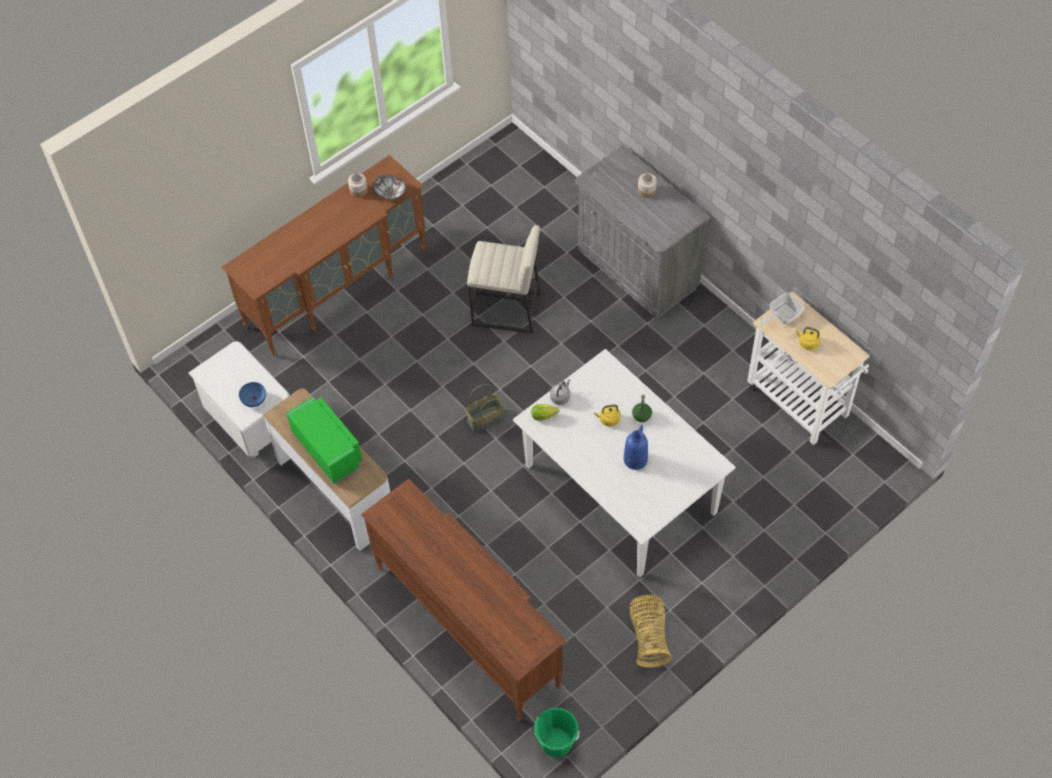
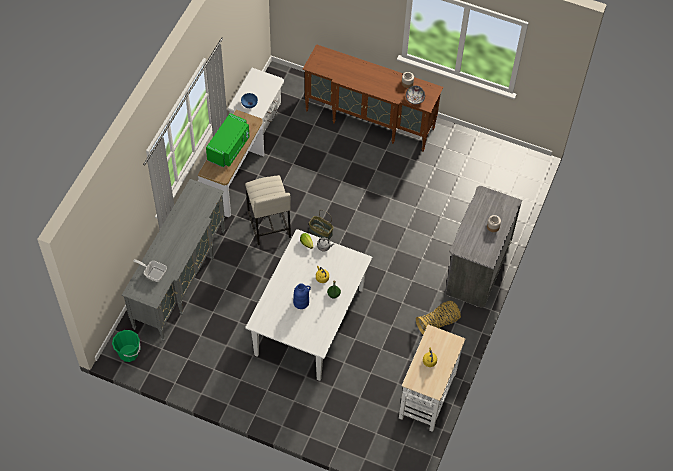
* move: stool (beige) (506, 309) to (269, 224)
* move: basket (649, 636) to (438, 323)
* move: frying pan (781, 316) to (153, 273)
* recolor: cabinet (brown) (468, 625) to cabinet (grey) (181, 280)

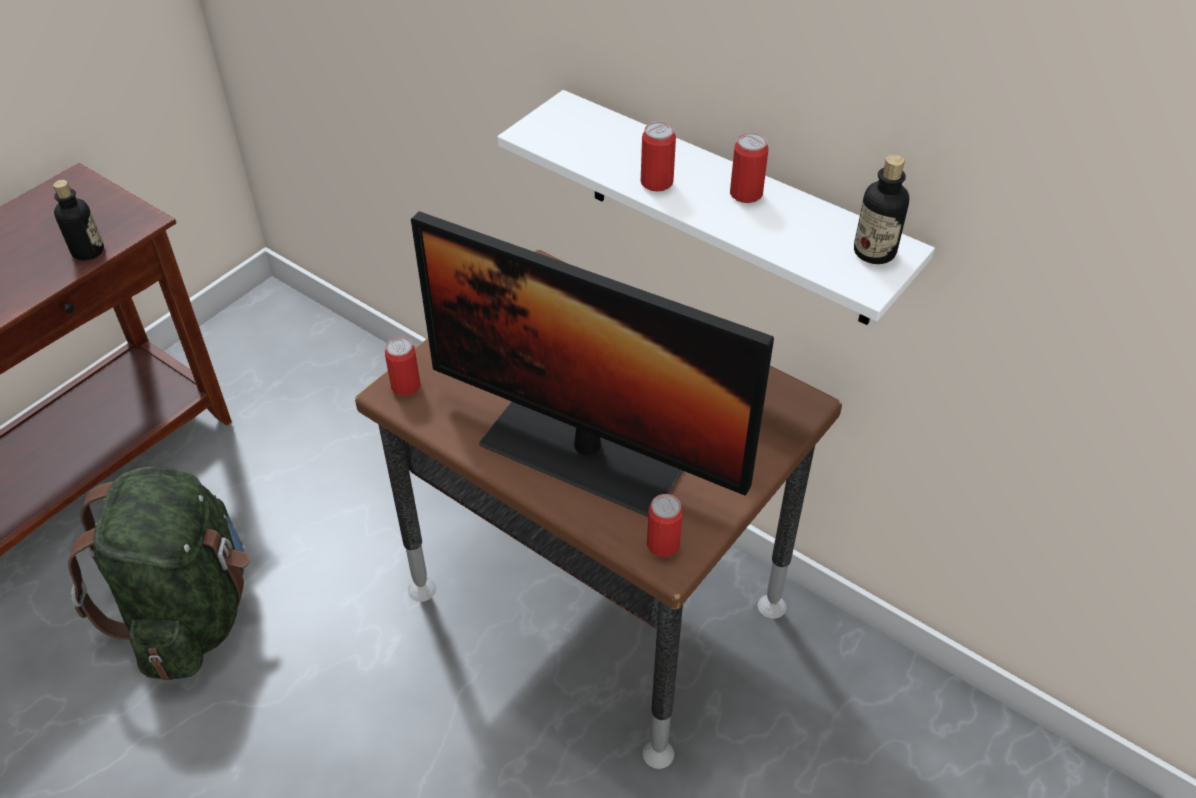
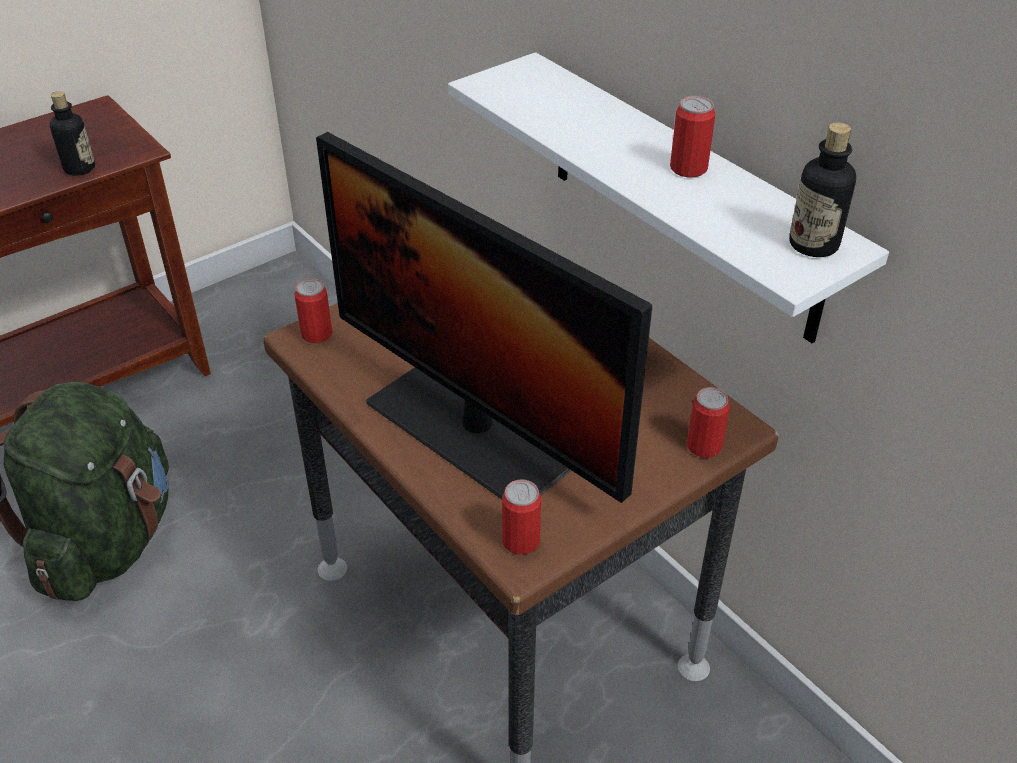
* move: can (656, 182) to (704, 446)

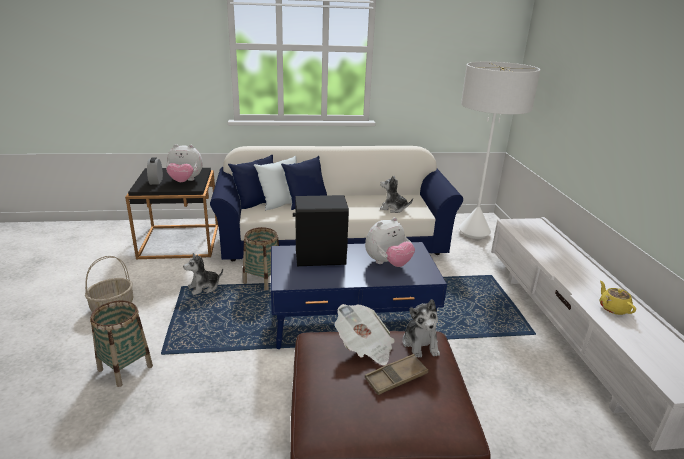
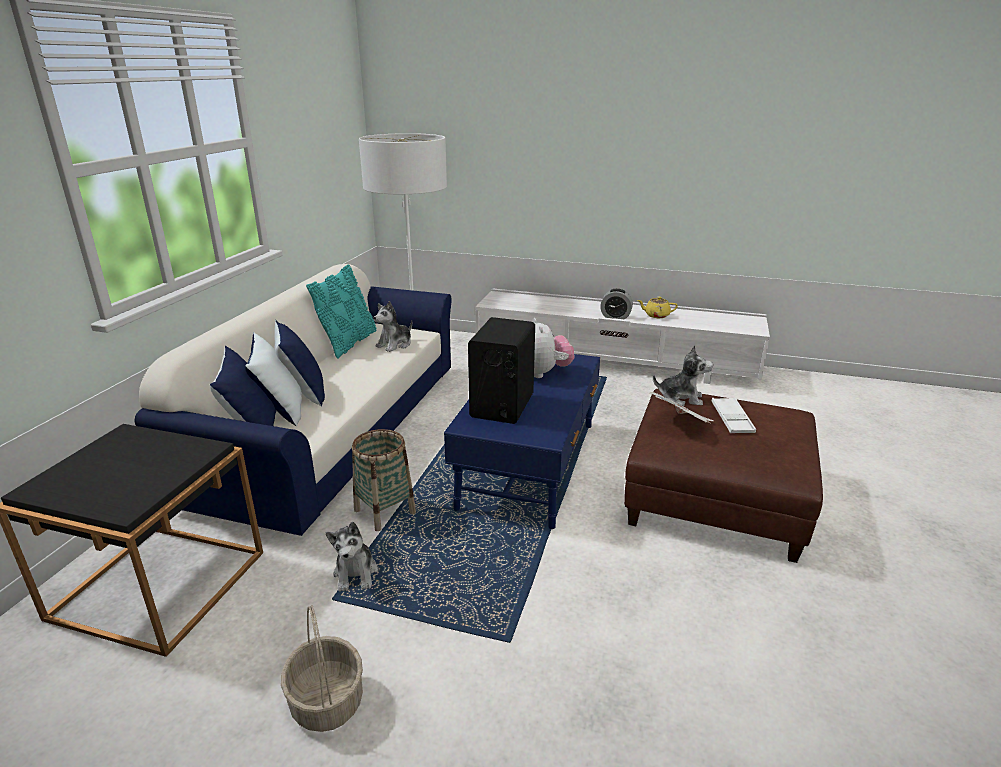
* delete: basket (125, 368)
* delete: plush toy (185, 181)
* insert: pillow (turquoise) (348, 343)
* move: alarm clock (156, 181) to (615, 316)
* recolor: tray (brown) (396, 378) to tray (white) (732, 419)

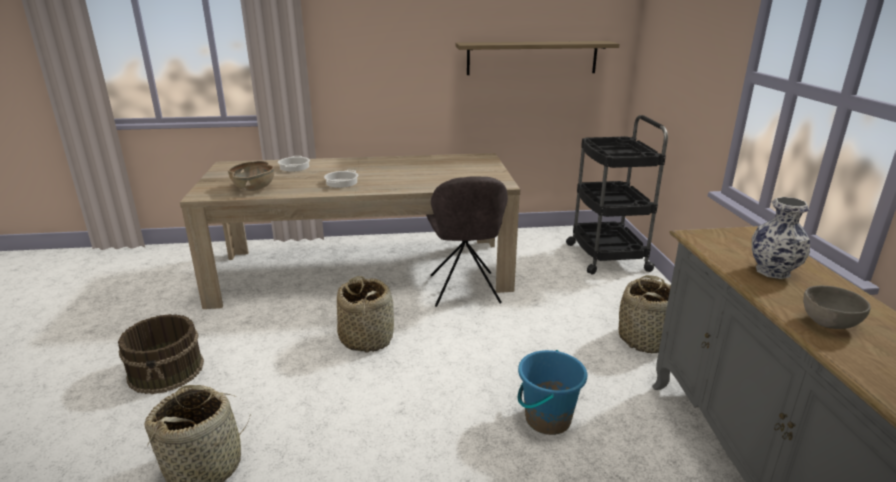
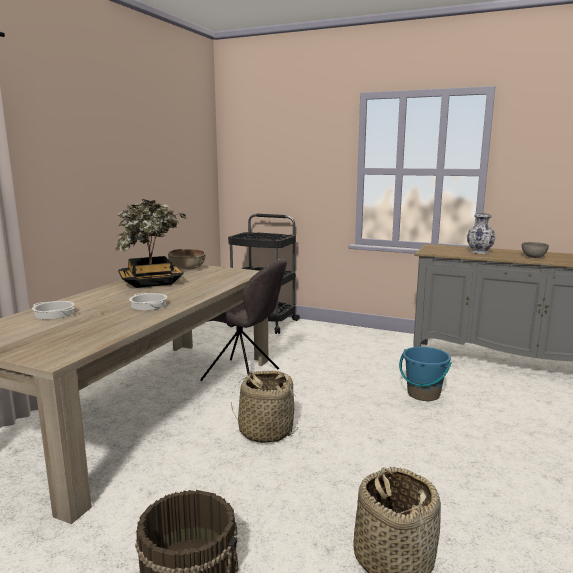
* delete: shelf (532, 58)
* delete: basket (645, 339)
* insert: potted plant (151, 282)
* move: bowl (brown) (254, 188) to (187, 268)

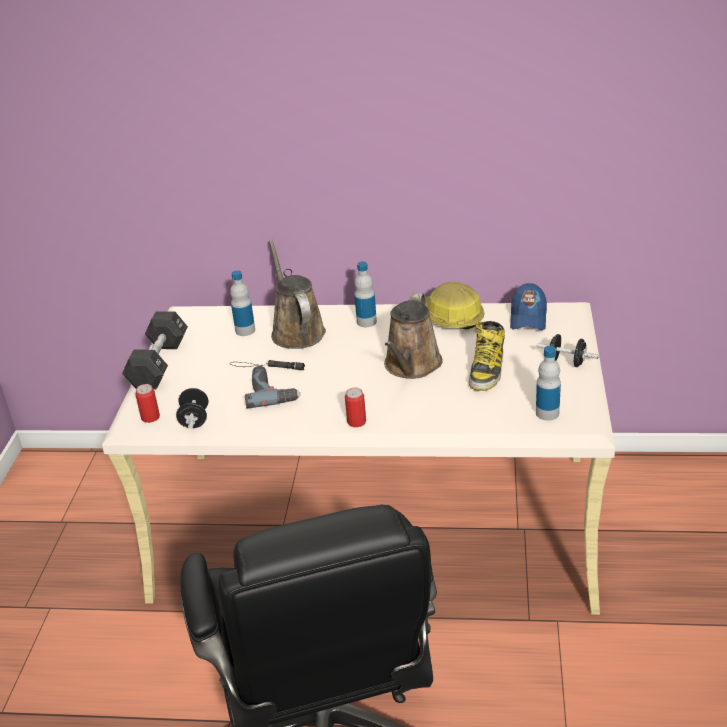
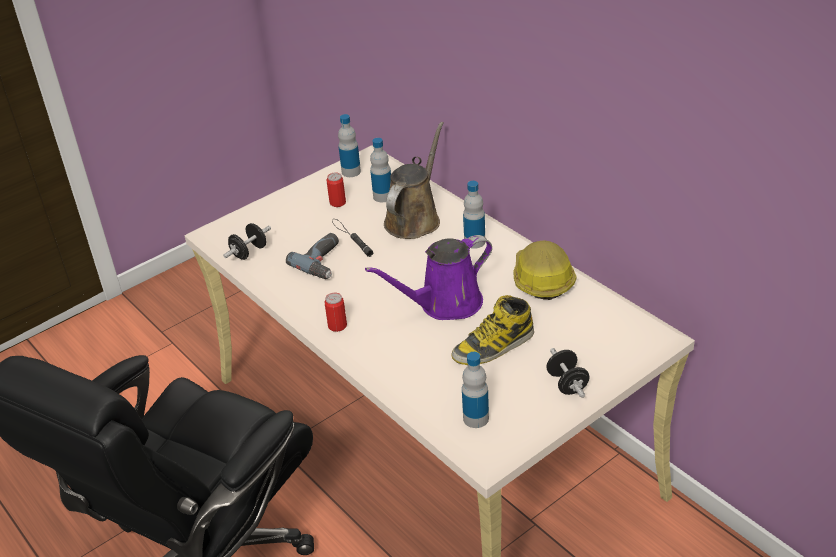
* delete: dumbbell (black) (159, 364)
* delete: cap (blue) (528, 318)
* insert: bottle (351, 172)
* move: can (150, 417) to (337, 203)
* recolor: watering can (brown) (411, 366) to watering can (purple) (445, 304)

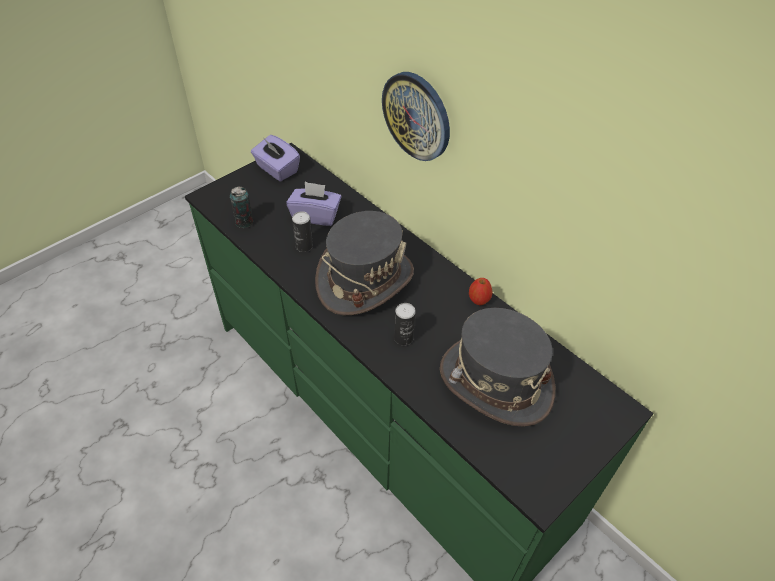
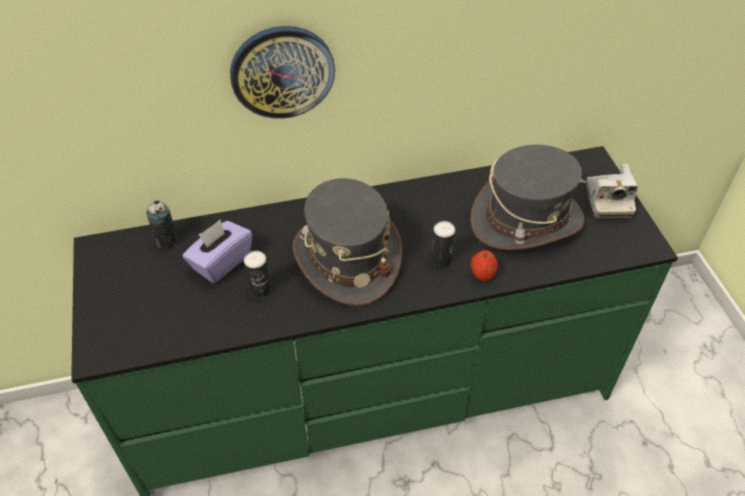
* delete: tissue box (purple) (277, 169)
* insert: photo camera (607, 201)
* move: can (244, 222) to (167, 241)
* move: apple (479, 300) to (482, 275)

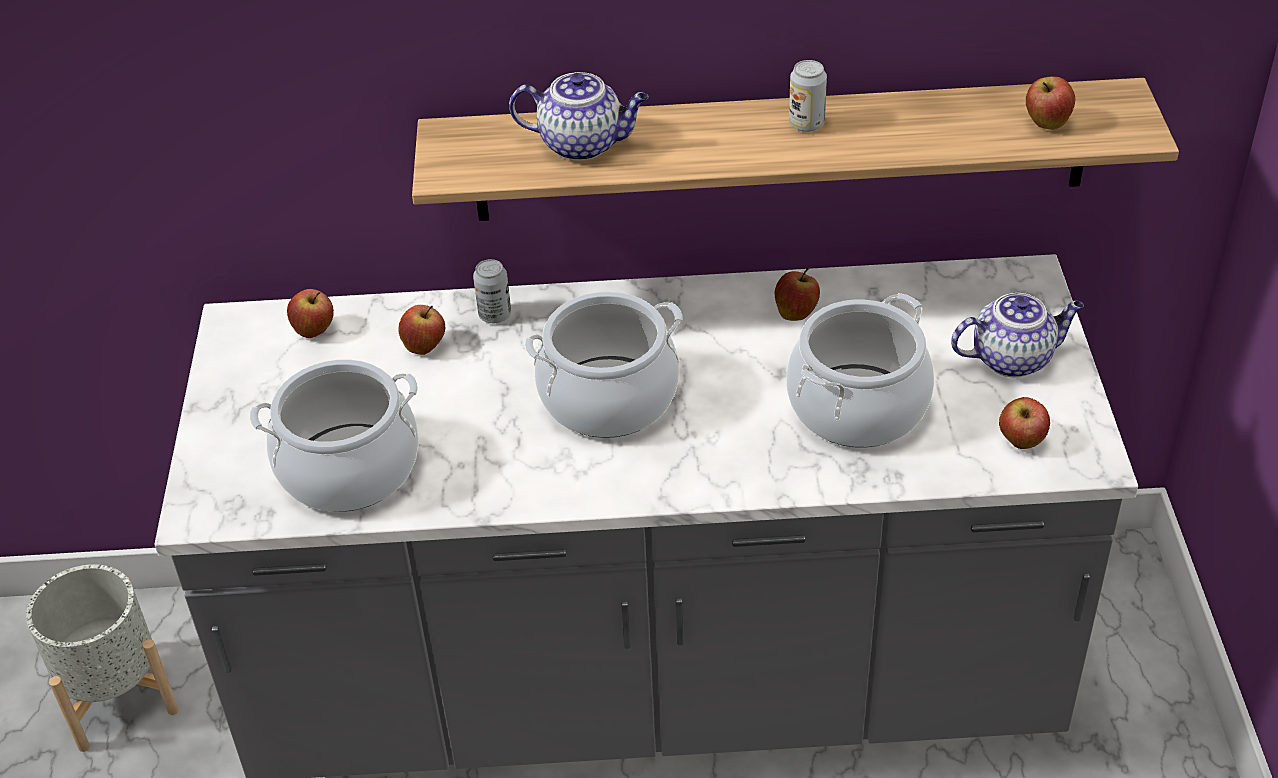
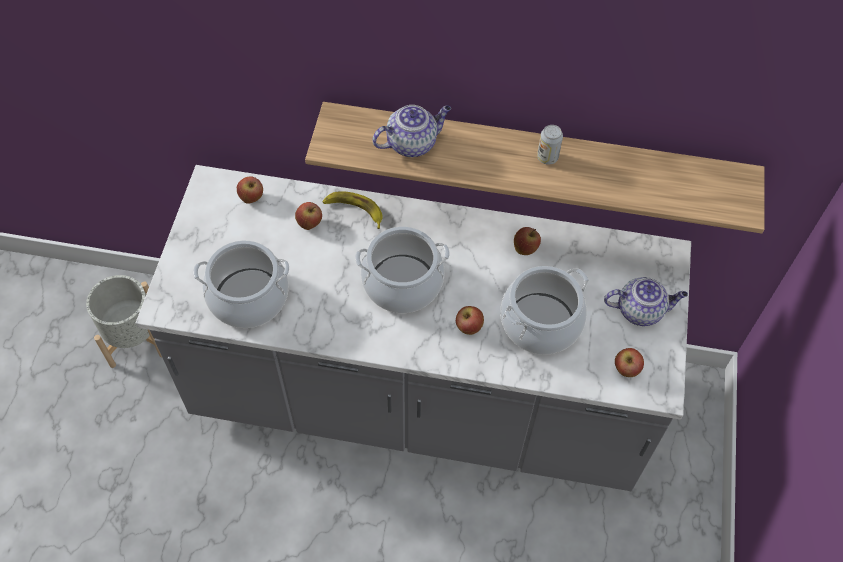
* move: apple (1046, 124) to (468, 328)
* replace: can (495, 315) to banana (354, 210)
* rotate: teapot (583, 144) = (412, 143) 45 degrees counterclockwise

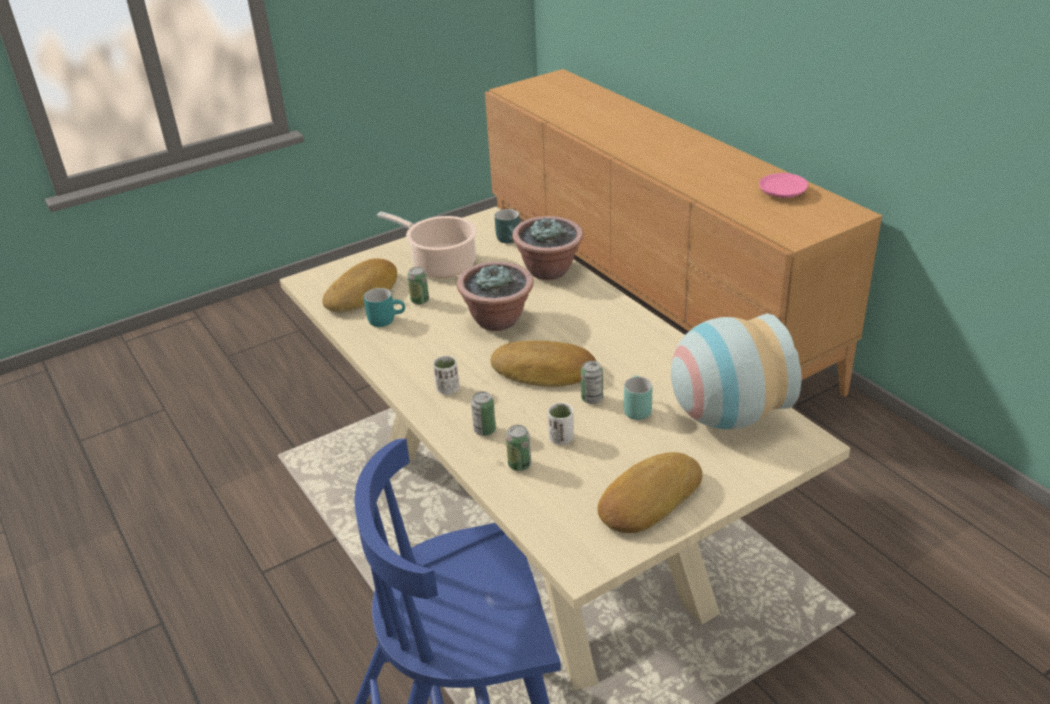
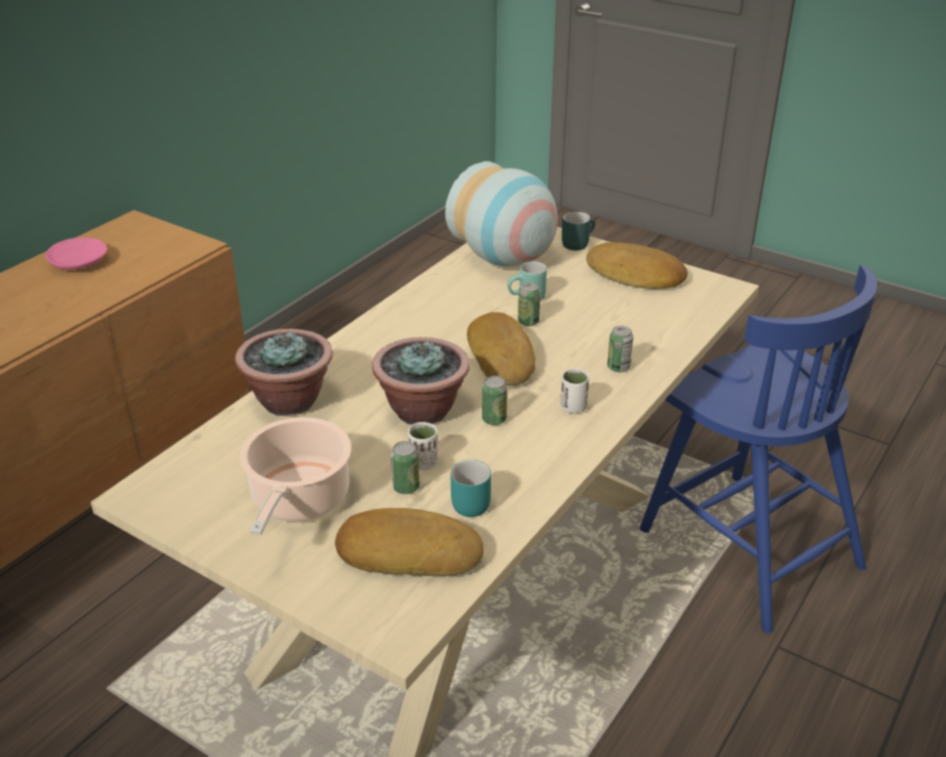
* move: mug (turquoise) (511, 240) to (576, 243)
* move: can (519, 465) to (494, 419)
* move: cup (white) (561, 438) to (423, 463)

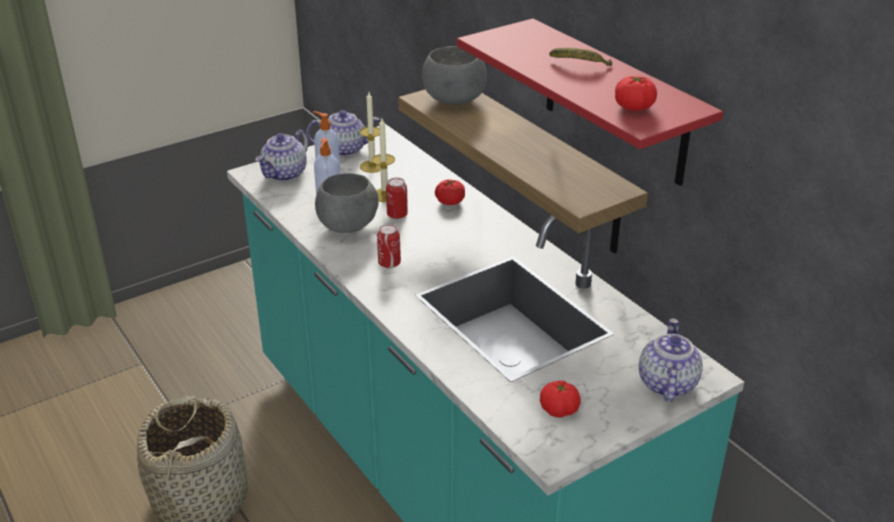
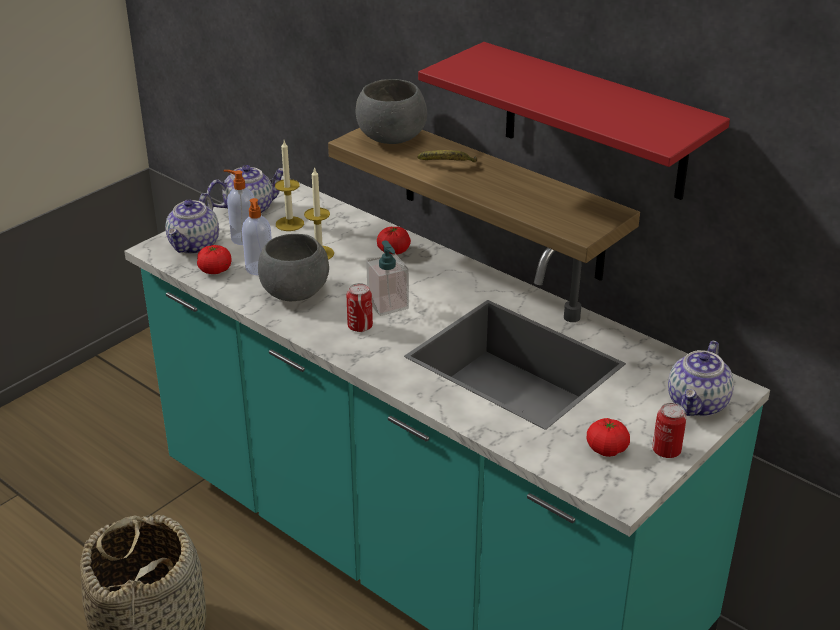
* insert: soap dispenser (388, 304)
* move: can (397, 215) to (666, 451)
* move: banana (579, 65) to (447, 164)
* move: tomato (634, 107) to (215, 270)
* rotate: teapot (666, 383) = (698, 404) 150 degrees counterclockwise

